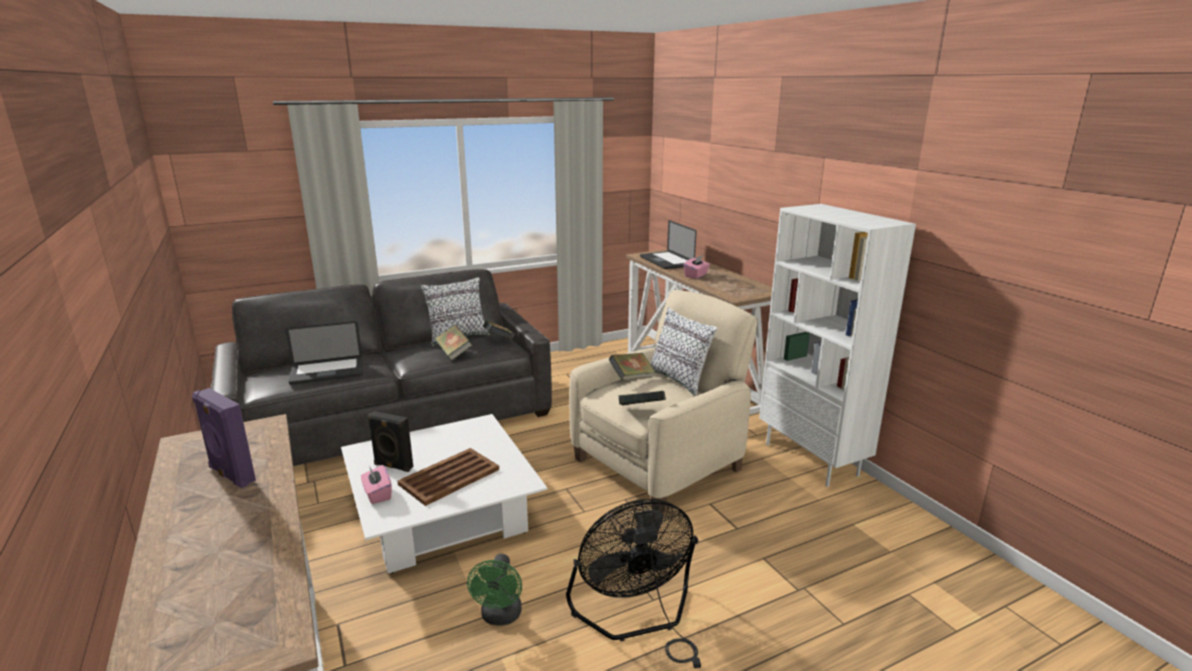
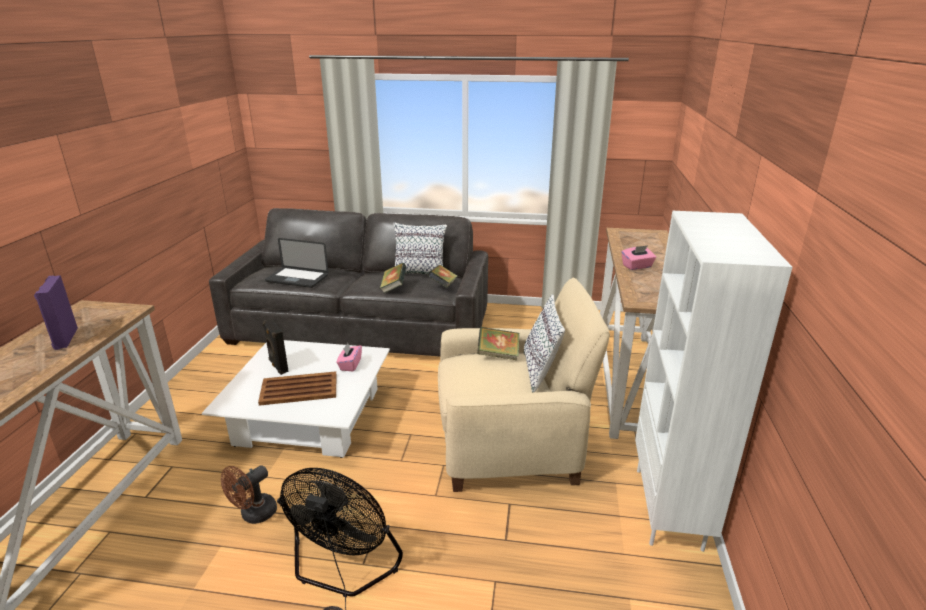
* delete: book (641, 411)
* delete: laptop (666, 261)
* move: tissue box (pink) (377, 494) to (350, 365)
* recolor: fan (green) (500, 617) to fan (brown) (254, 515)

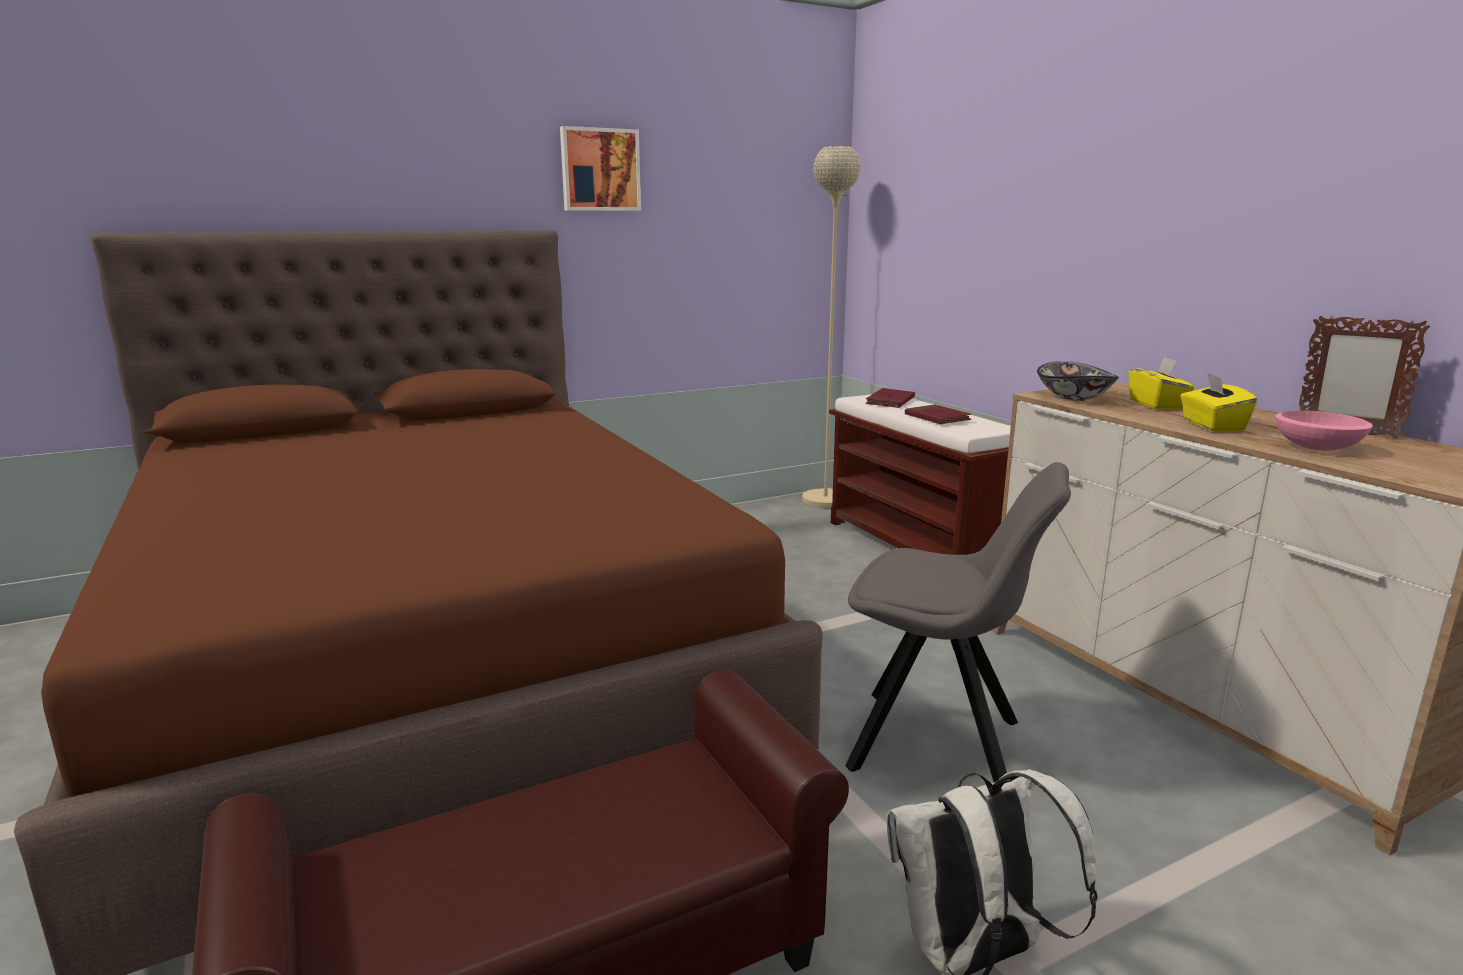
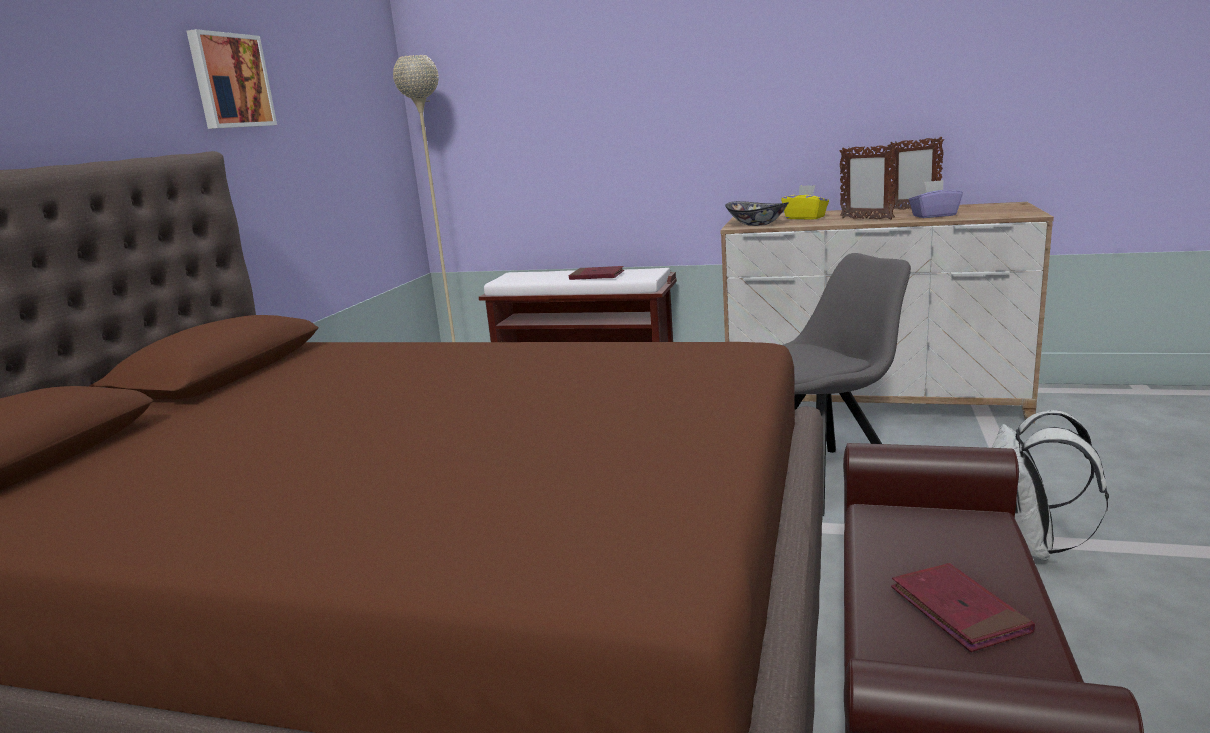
* move: book (red) (890, 401) to (958, 611)
* replace: tissue box (yellow) (1212, 426) to picture frame (866, 219)
* replace: bowl (pink) (1315, 448) to tissue box (purple) (934, 215)

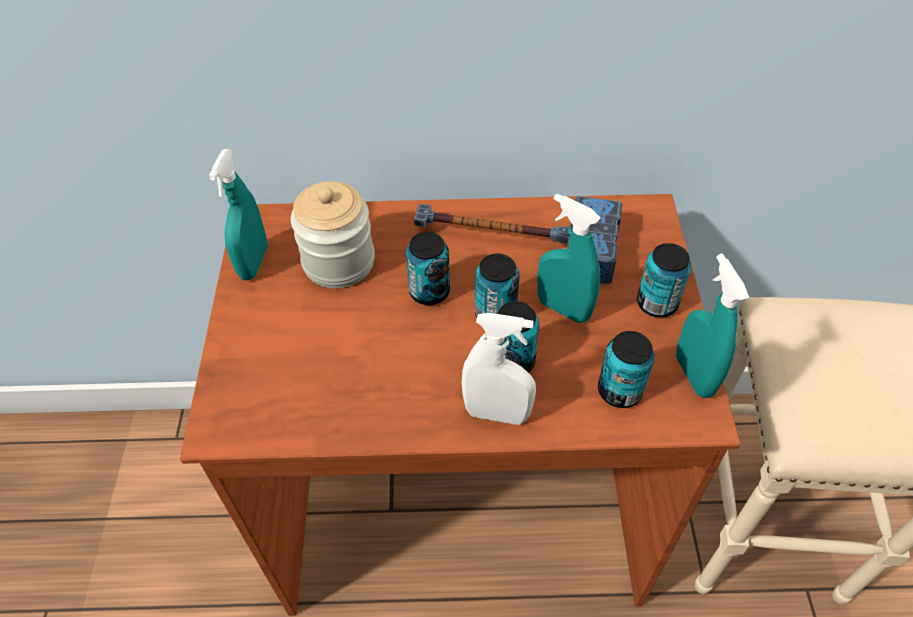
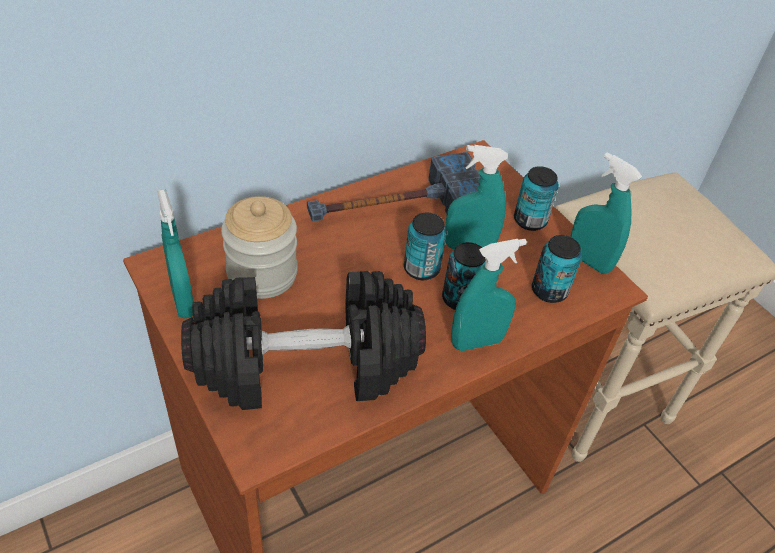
* delete: can (429, 292)
* insert: dumbbell (black) (305, 366)
* recolor: spray bottle (white) (497, 414) to spray bottle (turquoise) (477, 342)

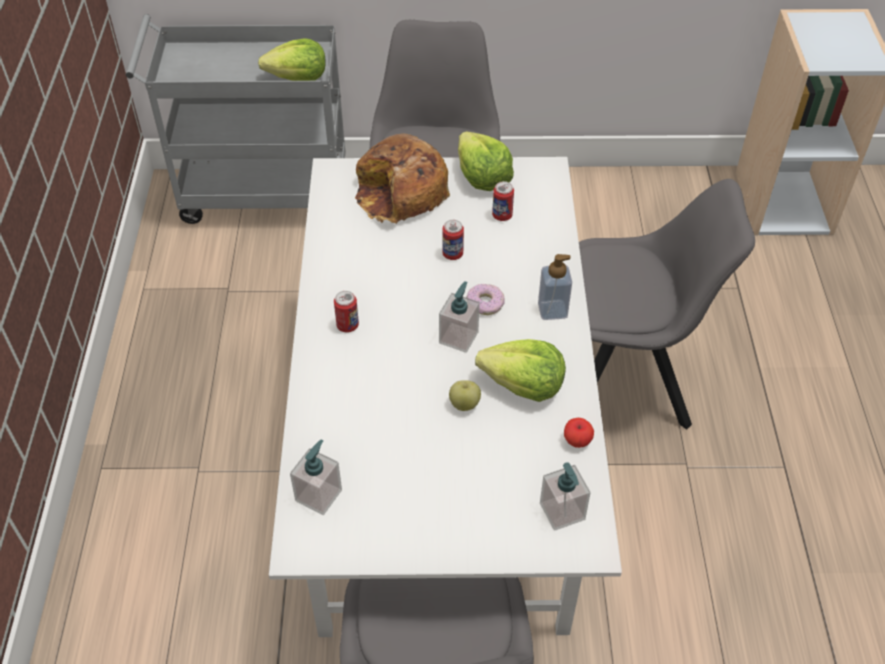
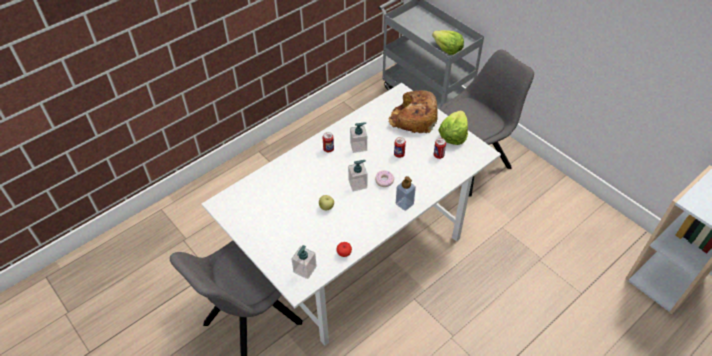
* delete: lettuce (523, 385)
* delete: chair (grey) (622, 383)
* move: soap dispenser (319, 495) to (358, 146)

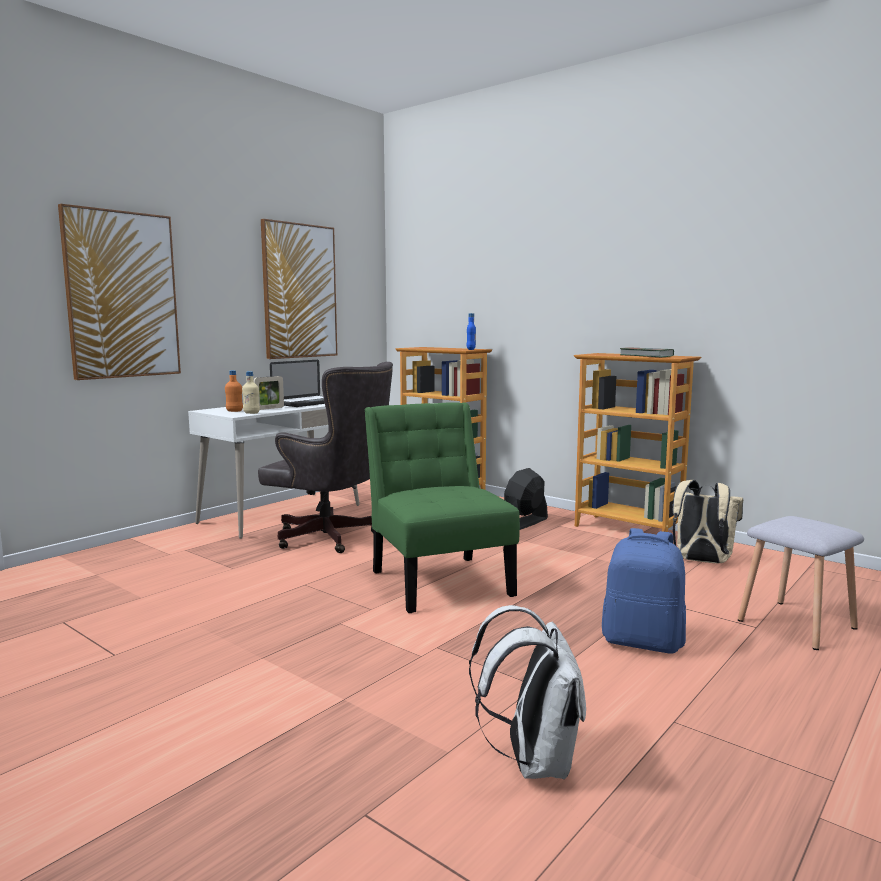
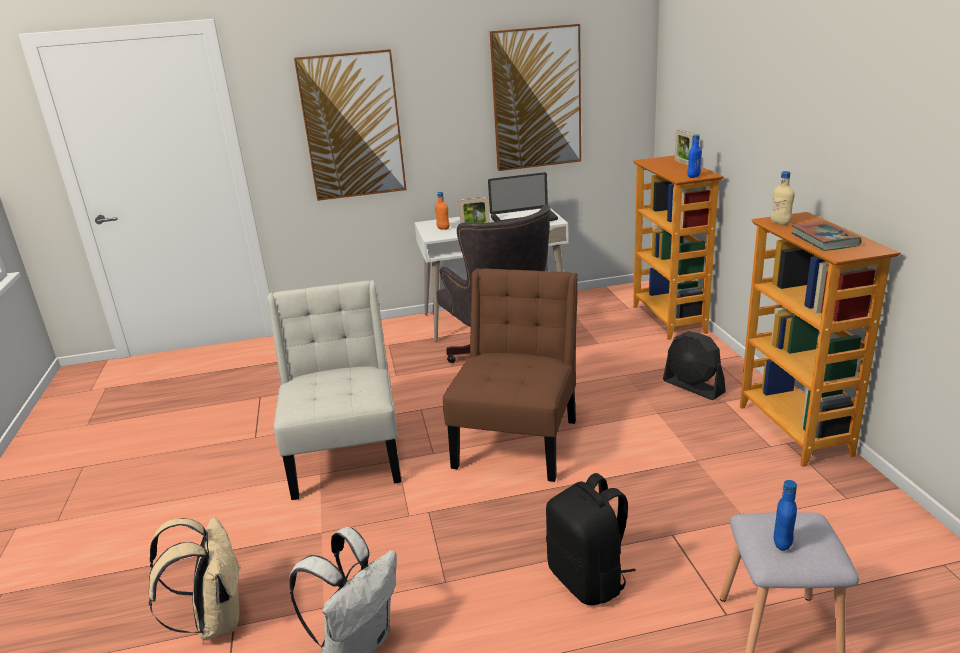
* insert: chair (white) (346, 454)
* insert: picture frame (683, 163)
* insert: bottle (blue) (782, 543)
* move: bottle (beige) (251, 413) to (780, 223)
* move: backpack (beige) (701, 561) to (215, 620)
* recolor: chair (green) (438, 580) to chair (brown) (518, 439)
* recolor: backpack (blue) (643, 642) to backpack (black) (588, 579)
* rotate: fan (black) (525, 522) = (693, 387) 120 degrees counterclockwise

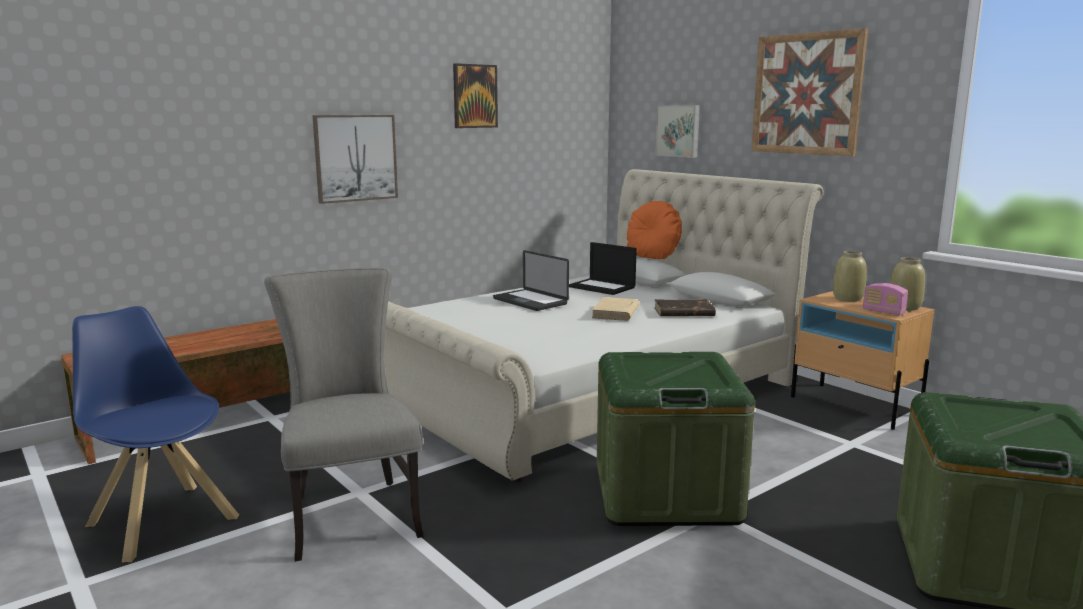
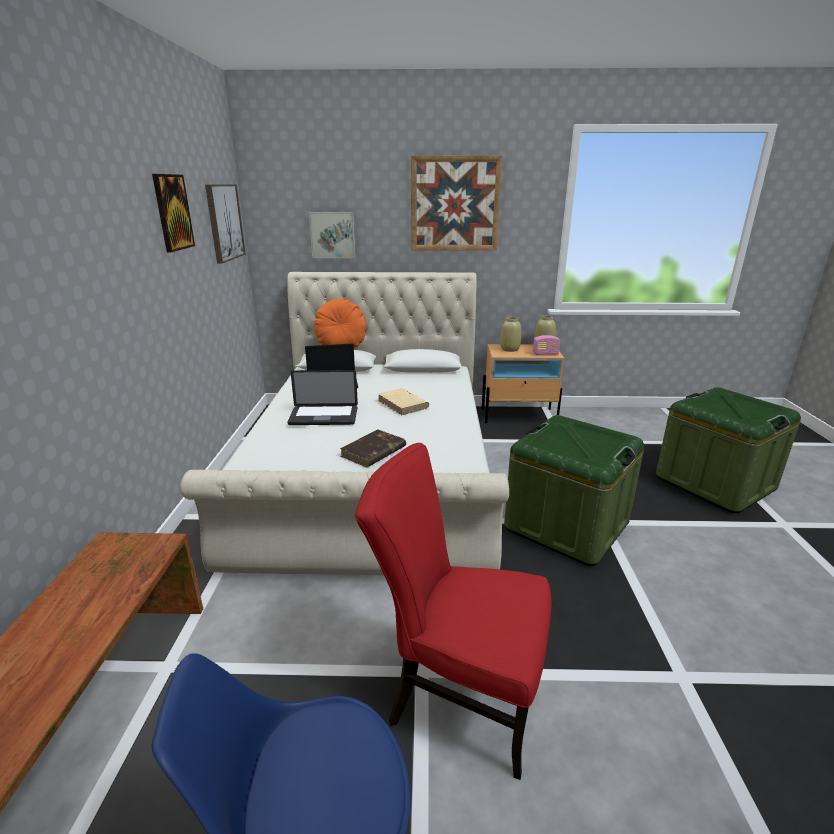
* move: picture (355, 158) to (224, 222)
* move: book (brown) (683, 312) to (373, 452)
* recolor: chair (grey) (351, 512) to chair (red) (456, 694)

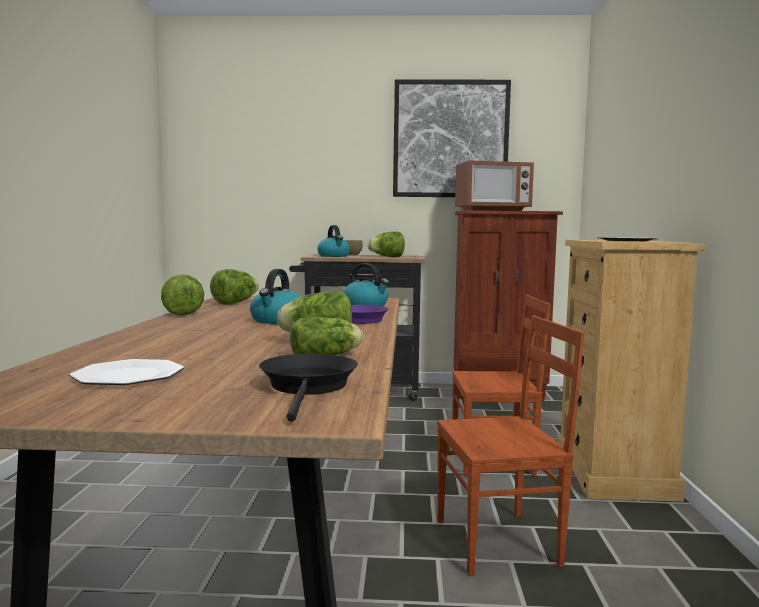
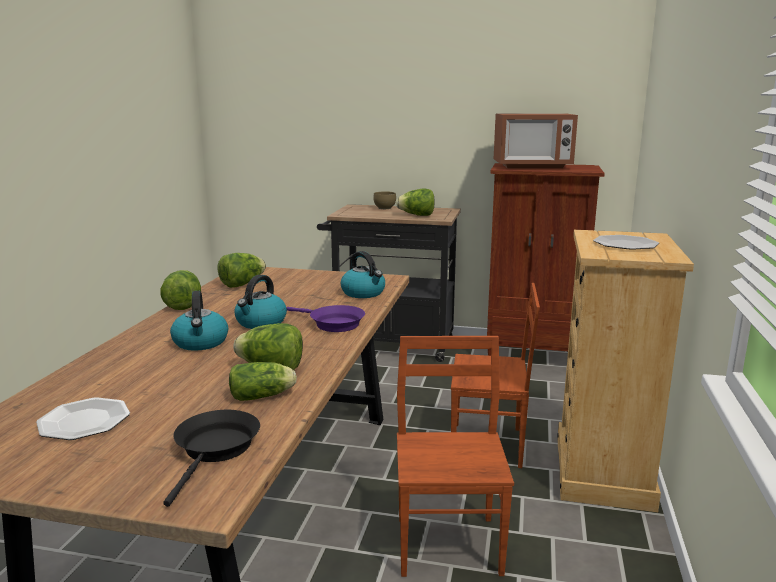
* delete: picture (450, 139)
* move: kettle (334, 256) to (201, 343)
* rotate: chair (brown) (499, 543) = (450, 544) 90 degrees counterclockwise

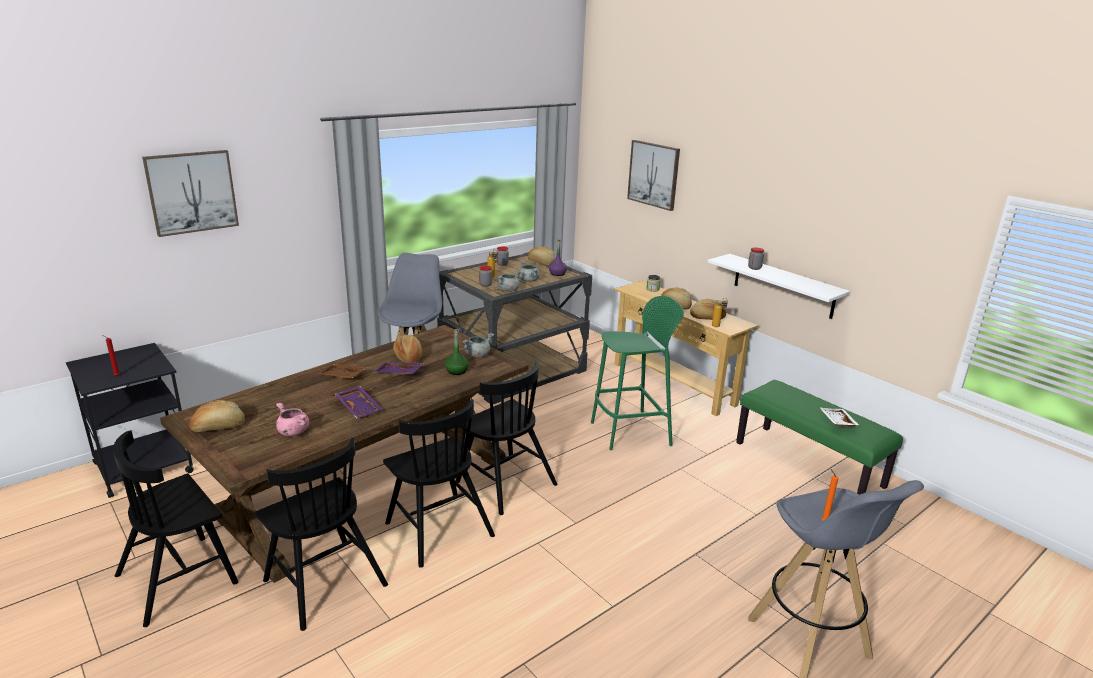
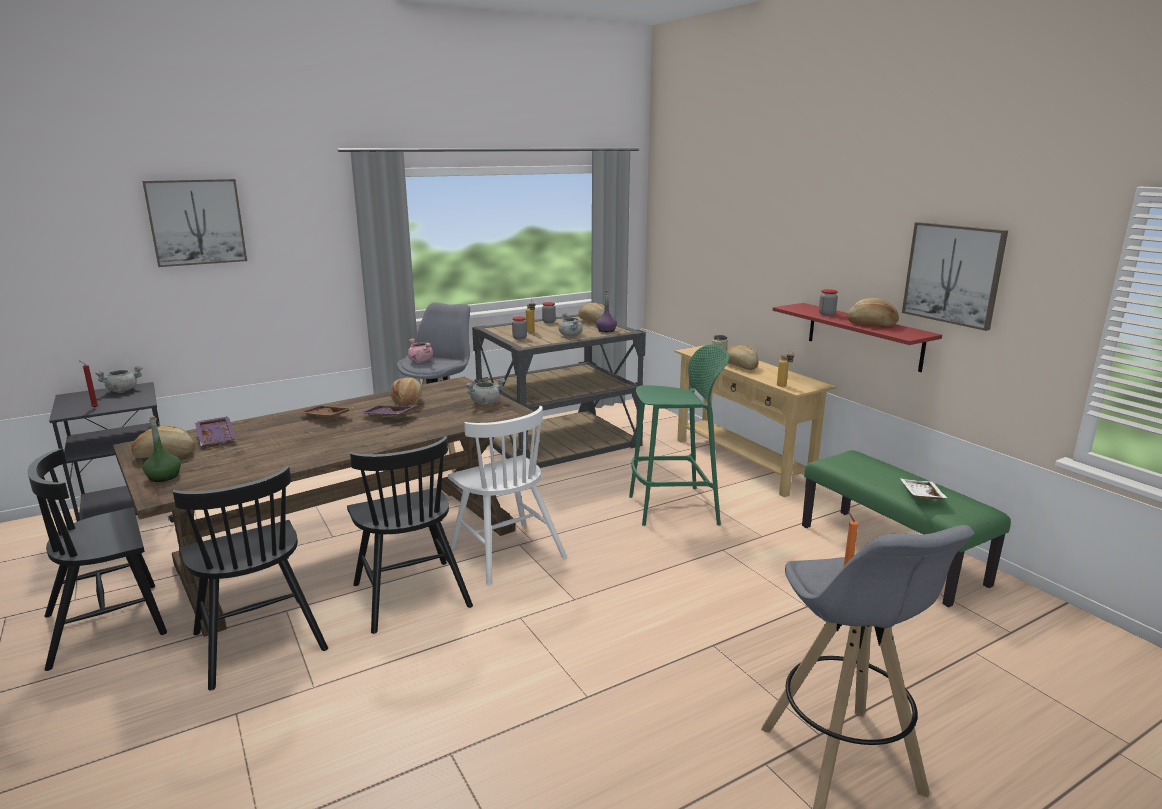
* move: cooking pot (pink) (293, 432) to (420, 360)
* move: tray (purple) (360, 407) to (217, 437)
* move: bottle (green) (456, 371) to (164, 477)
* move: cooking pot (grey) (508, 290) to (123, 390)
* move: picture (654, 174) to (953, 274)
* move: bread (707, 318) to (871, 324)
* recolor: chair (black) (502, 480) to chair (white) (504, 549)
* recolor: shelf (white) (783, 286) to shelf (red) (864, 336)

